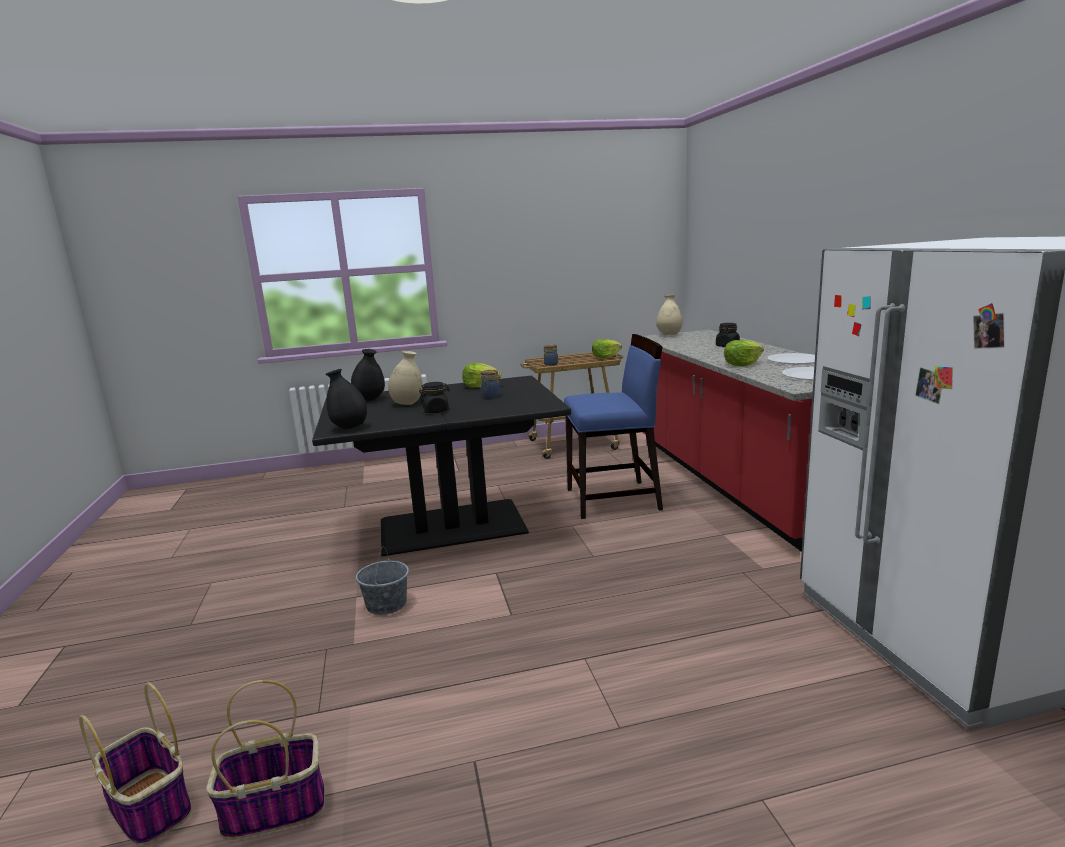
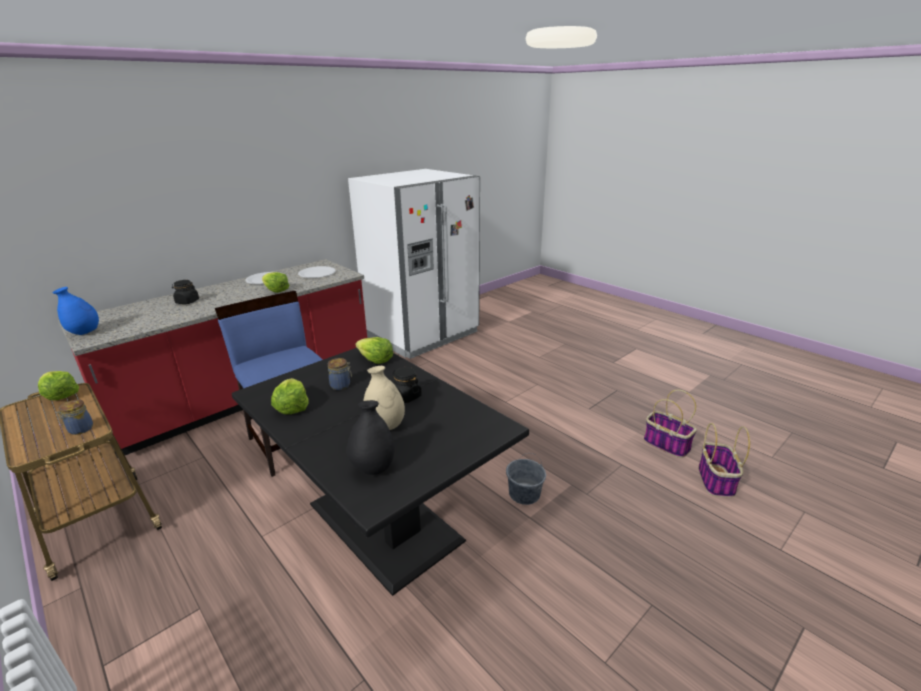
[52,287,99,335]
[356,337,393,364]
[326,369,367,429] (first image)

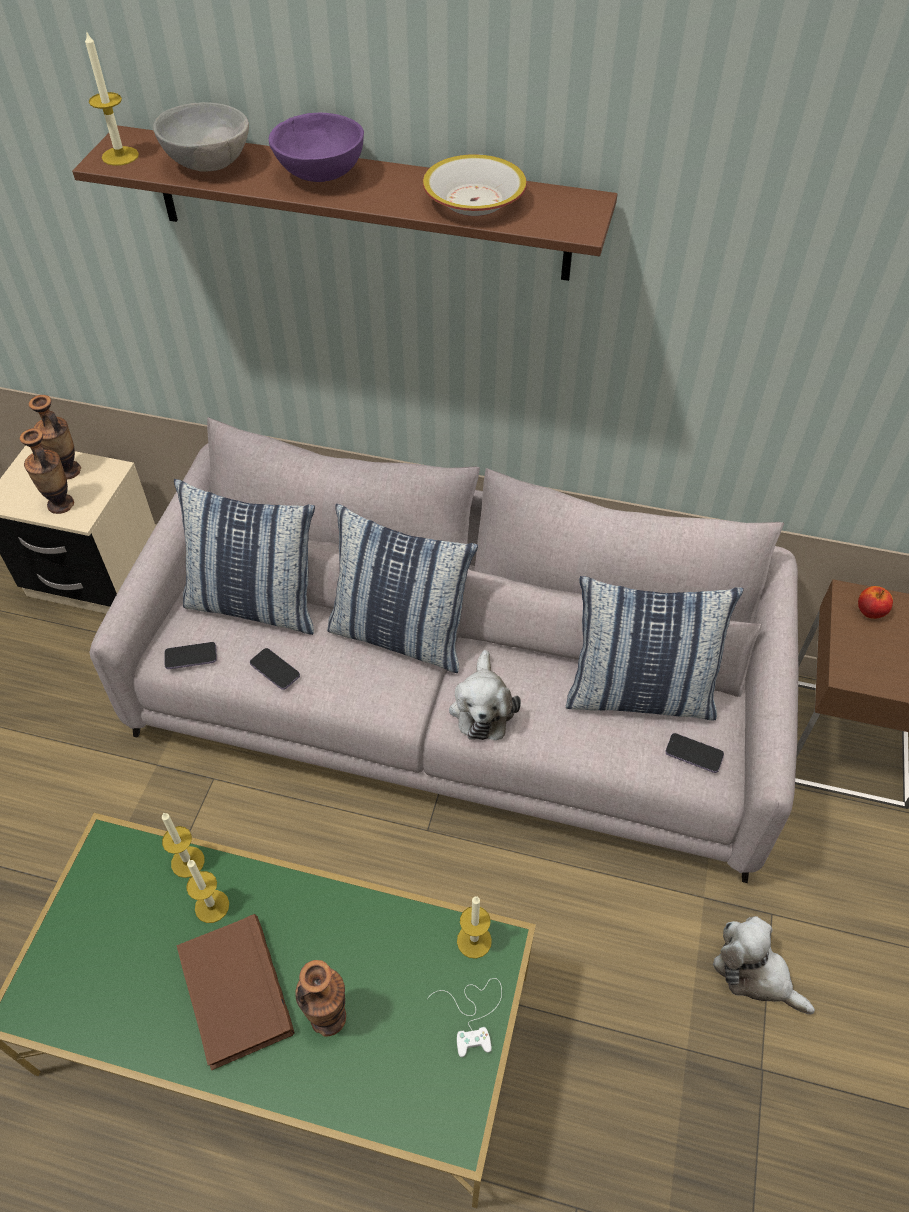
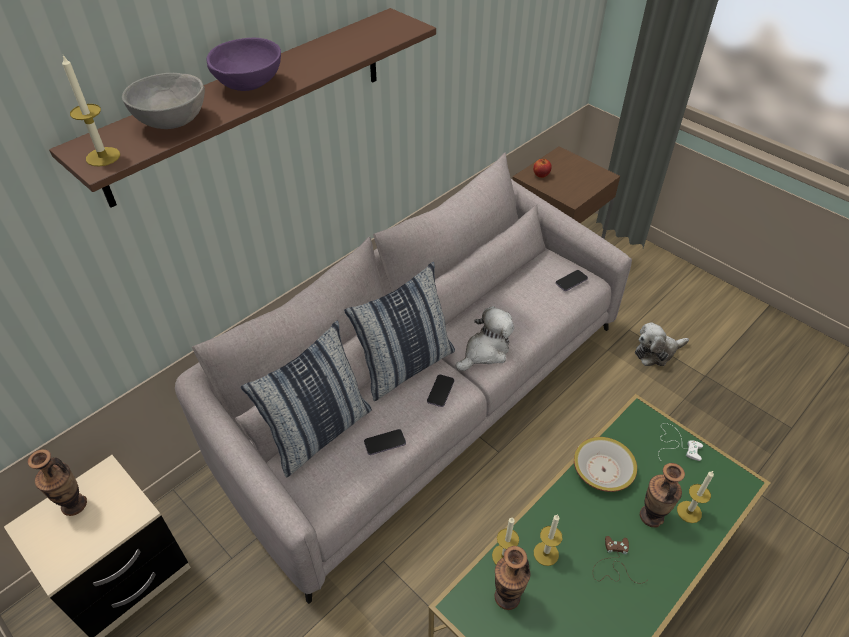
[427,374,454,407]
[455,306,514,371]
[495,546,530,610]
[574,437,637,492]
[593,536,646,583]
[677,471,714,523]
[566,576,744,720] (first image)

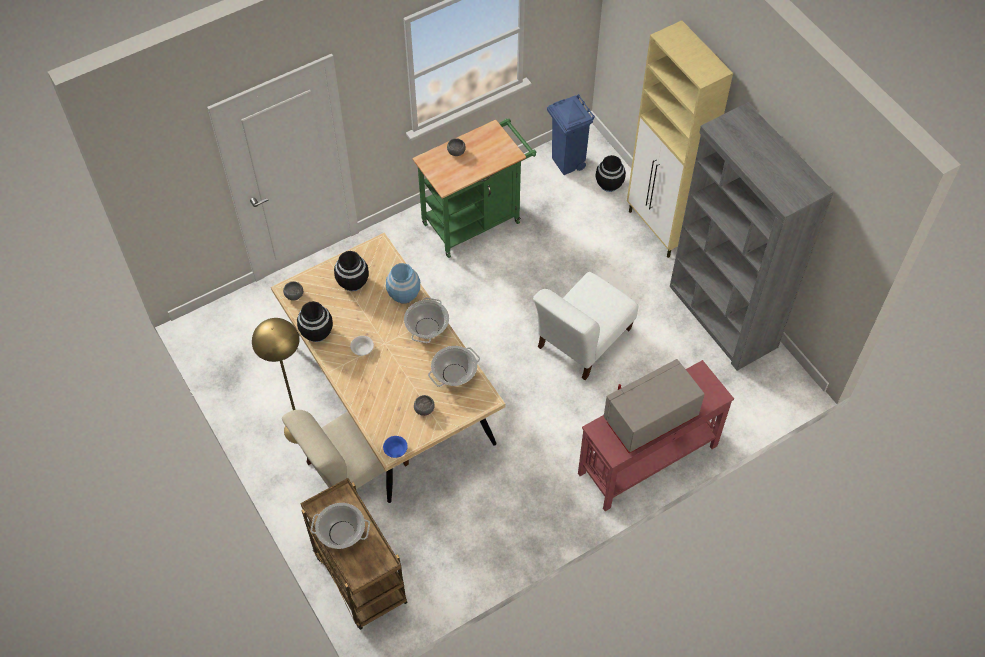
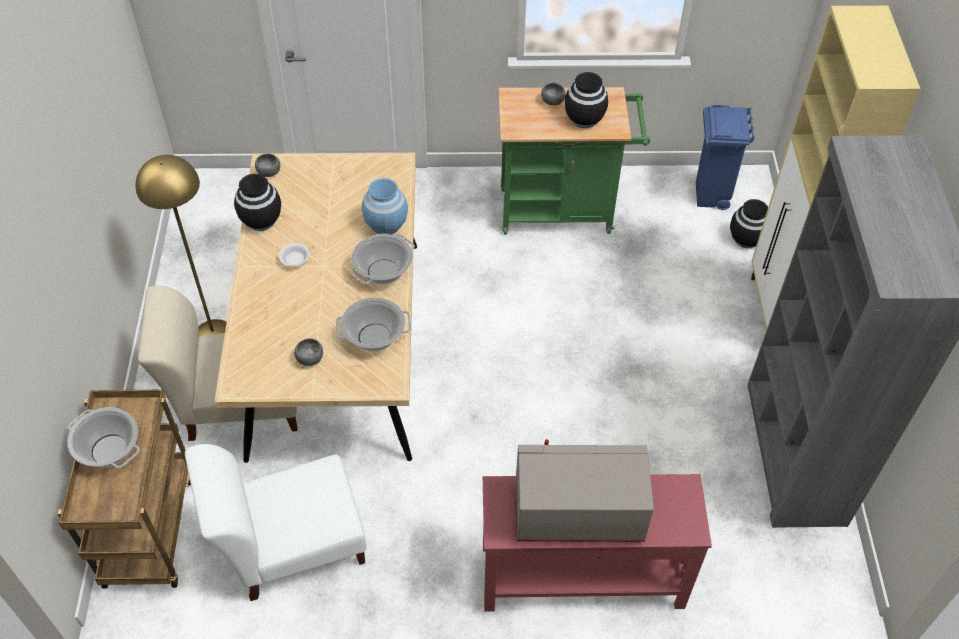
[185,444,367,601]
[565,72,608,128]
[383,436,408,458] (first image)

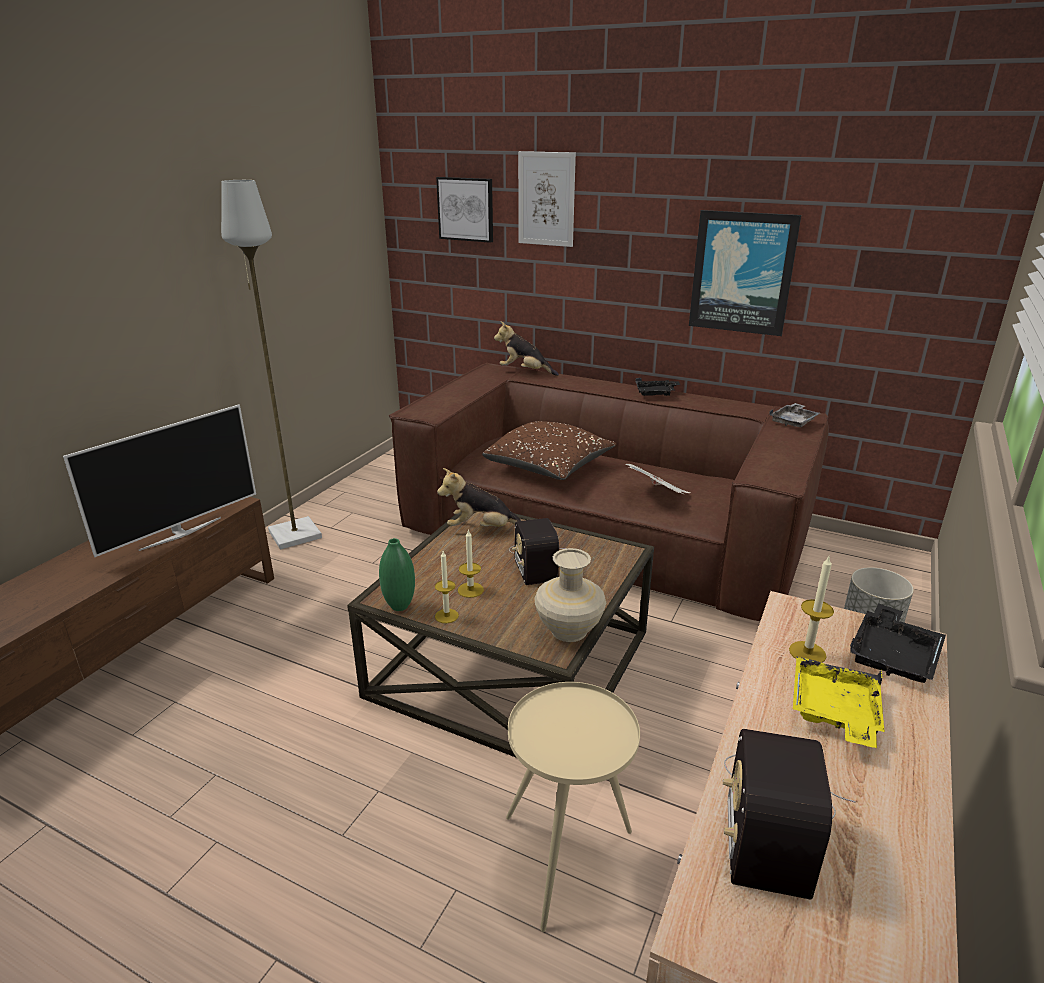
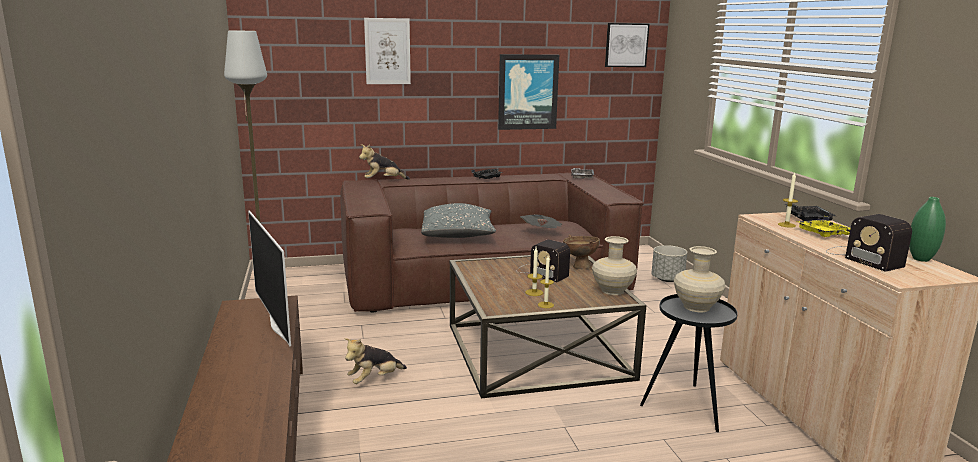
[248,210,291,346]
[344,338,407,384]
[421,203,496,238]
[563,235,600,269]
[605,23,650,67]
[640,294,738,432]
[674,246,726,312]
[909,197,946,262]

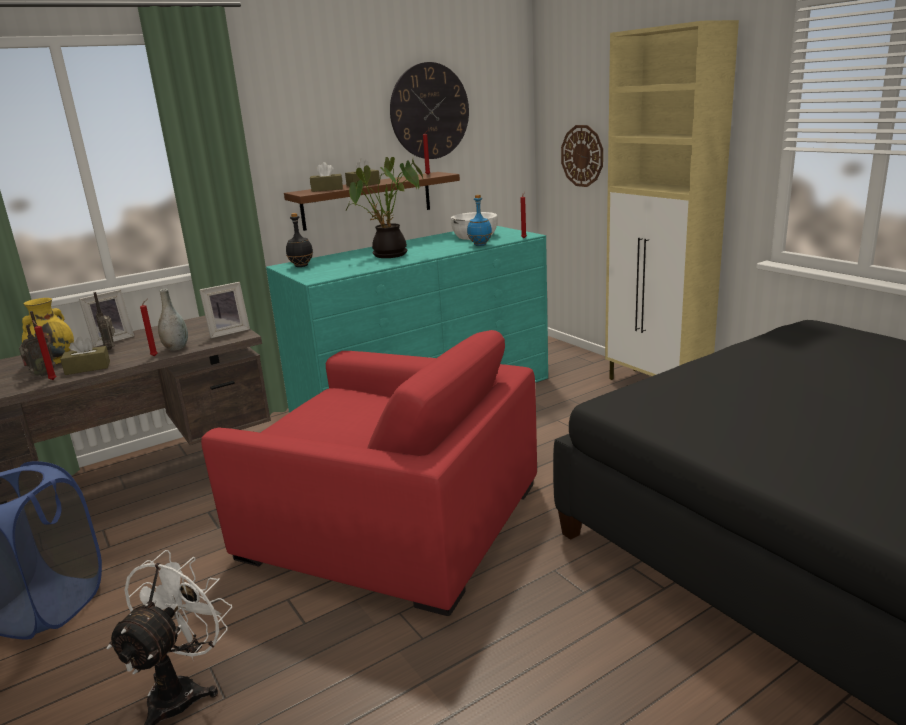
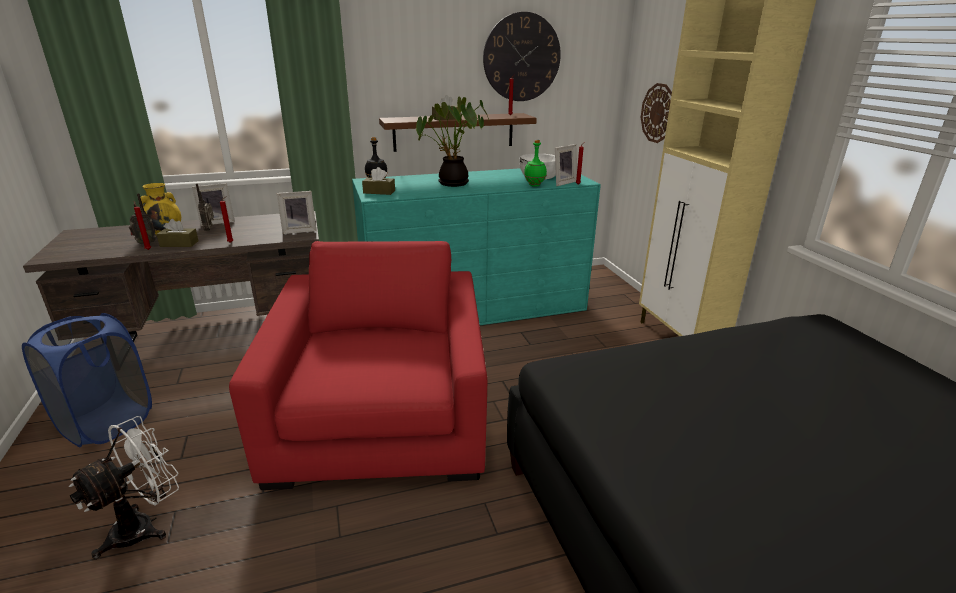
[229,241,487,490]
[362,167,395,195]
[524,140,547,187]
[555,144,577,186]
[158,289,188,350] (first image)

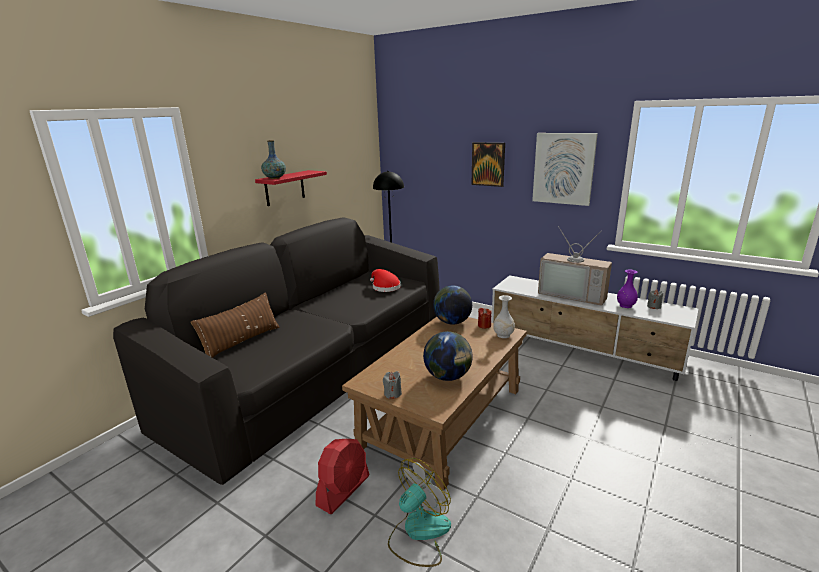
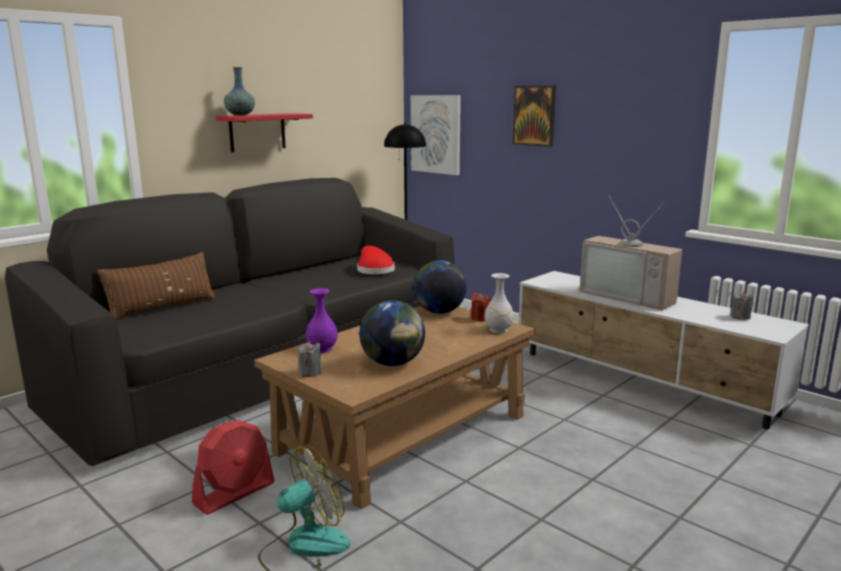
[306,288,337,353]
[411,95,461,175]

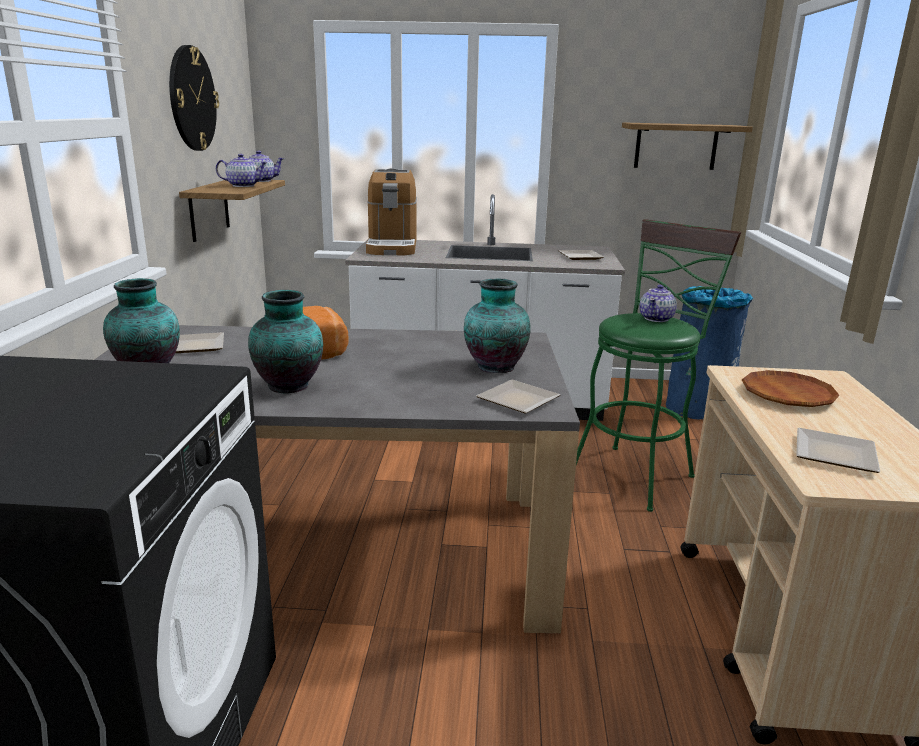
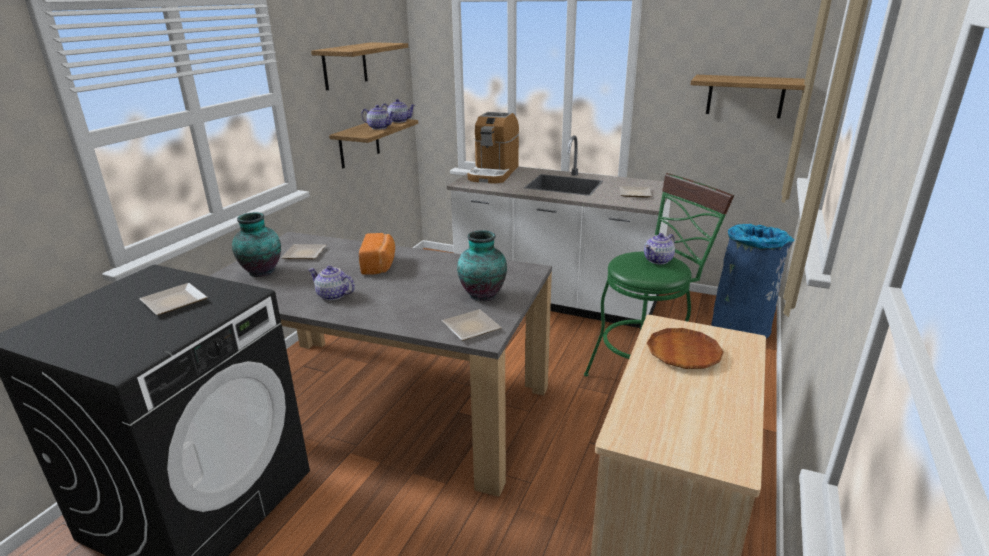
[140,283,208,315]
[308,266,355,301]
[311,42,408,90]

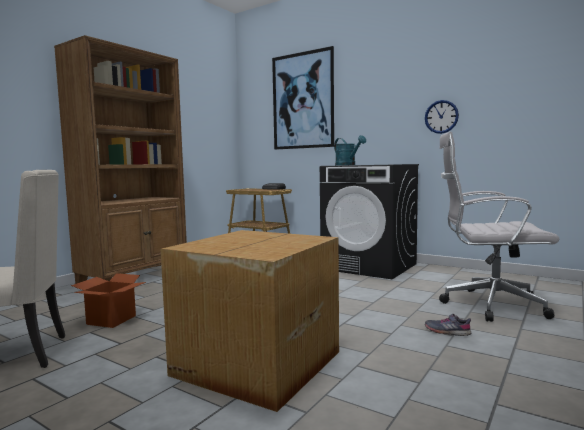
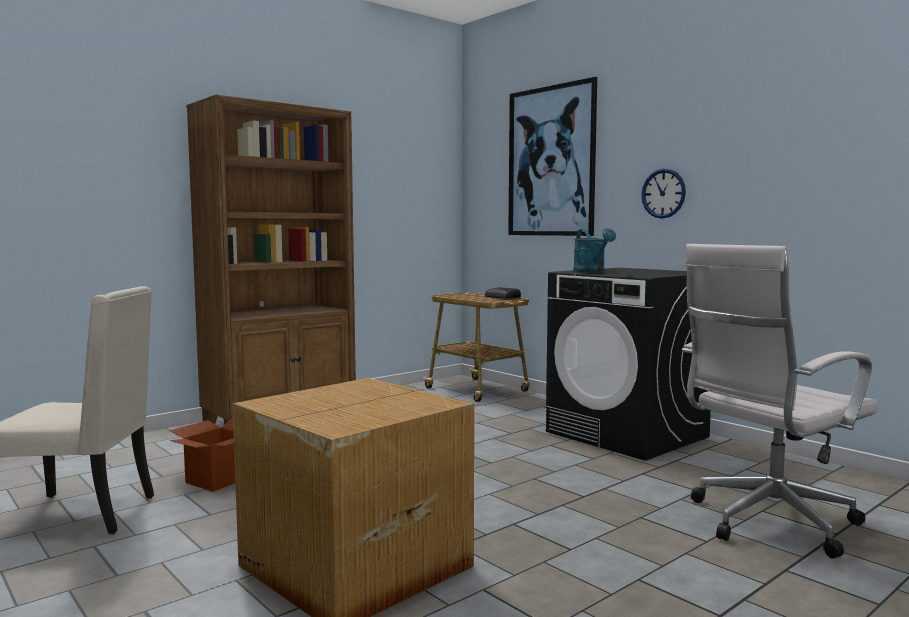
[641,168,686,219]
[682,244,879,558]
[425,314,471,336] (first image)

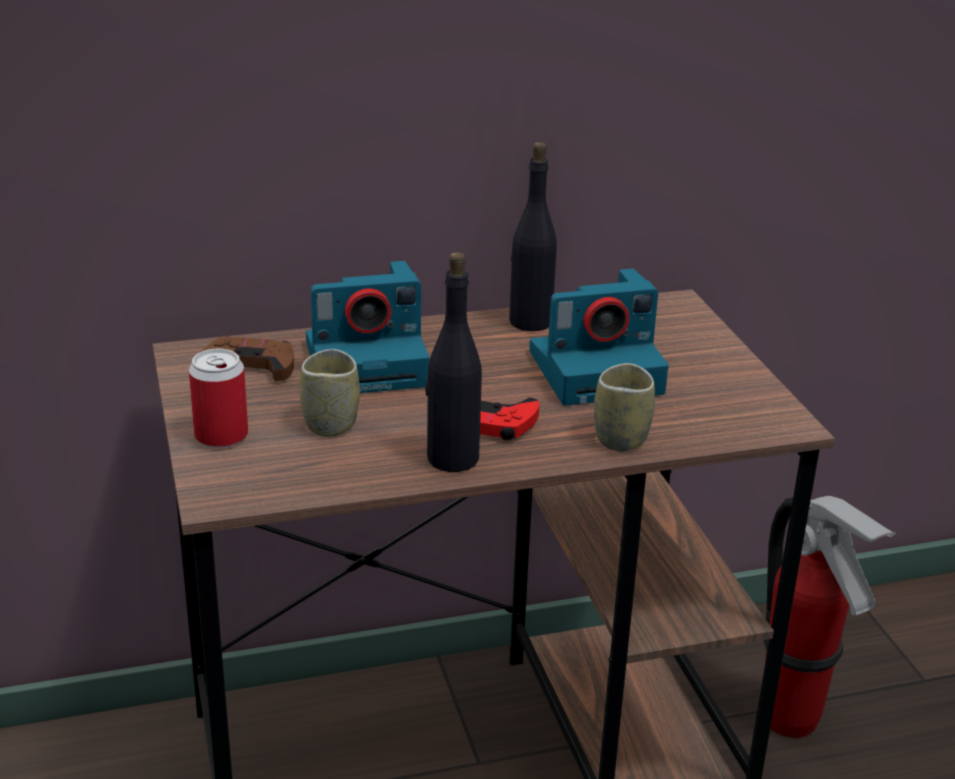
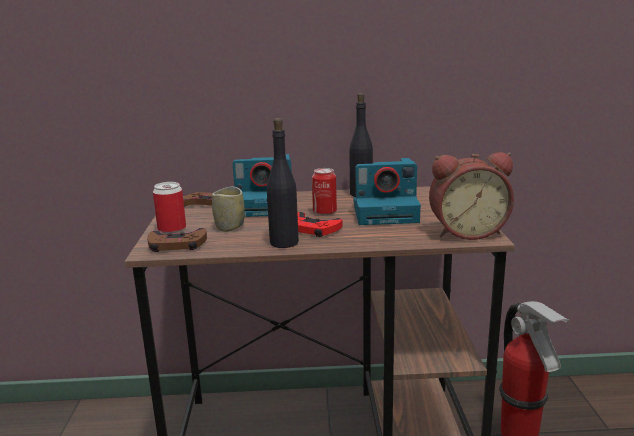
[147,228,207,252]
[312,168,337,215]
[429,152,514,240]
[594,363,655,452] (first image)

